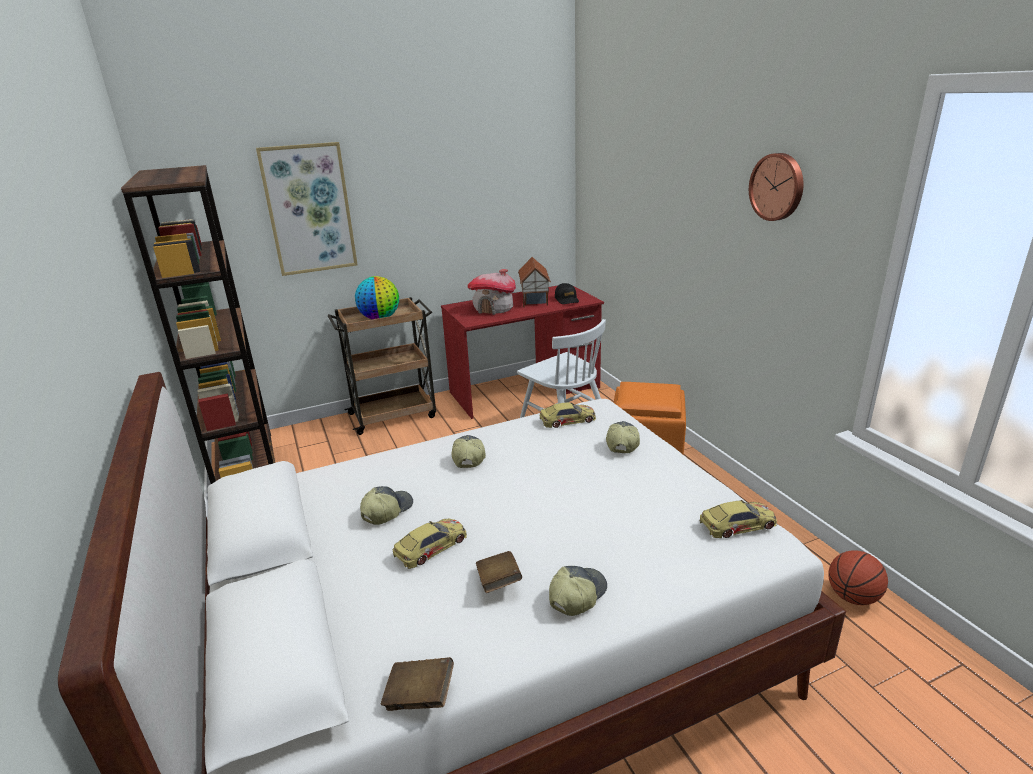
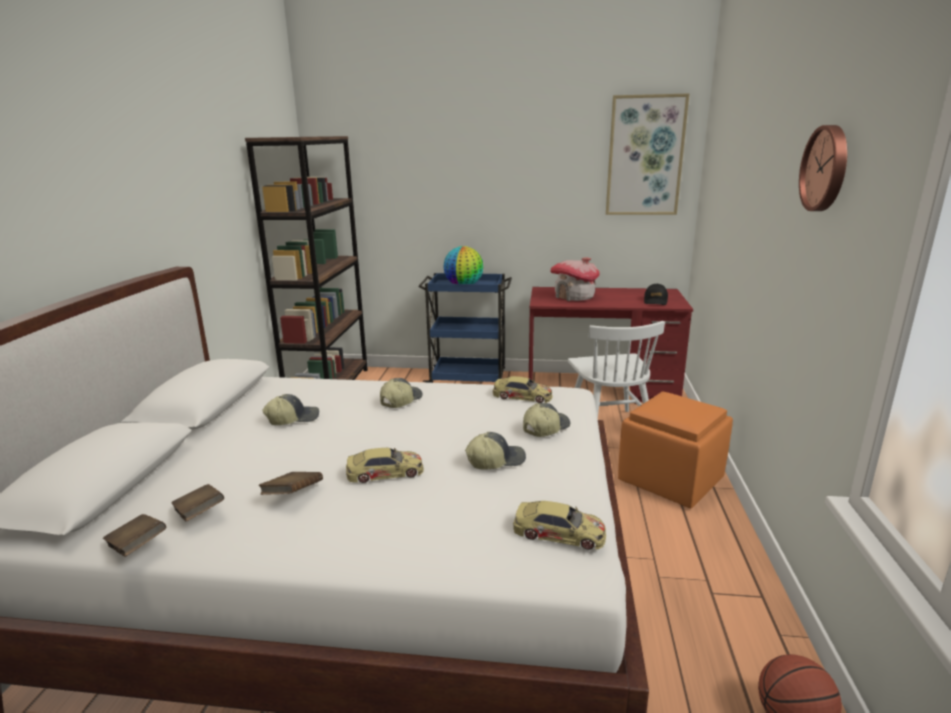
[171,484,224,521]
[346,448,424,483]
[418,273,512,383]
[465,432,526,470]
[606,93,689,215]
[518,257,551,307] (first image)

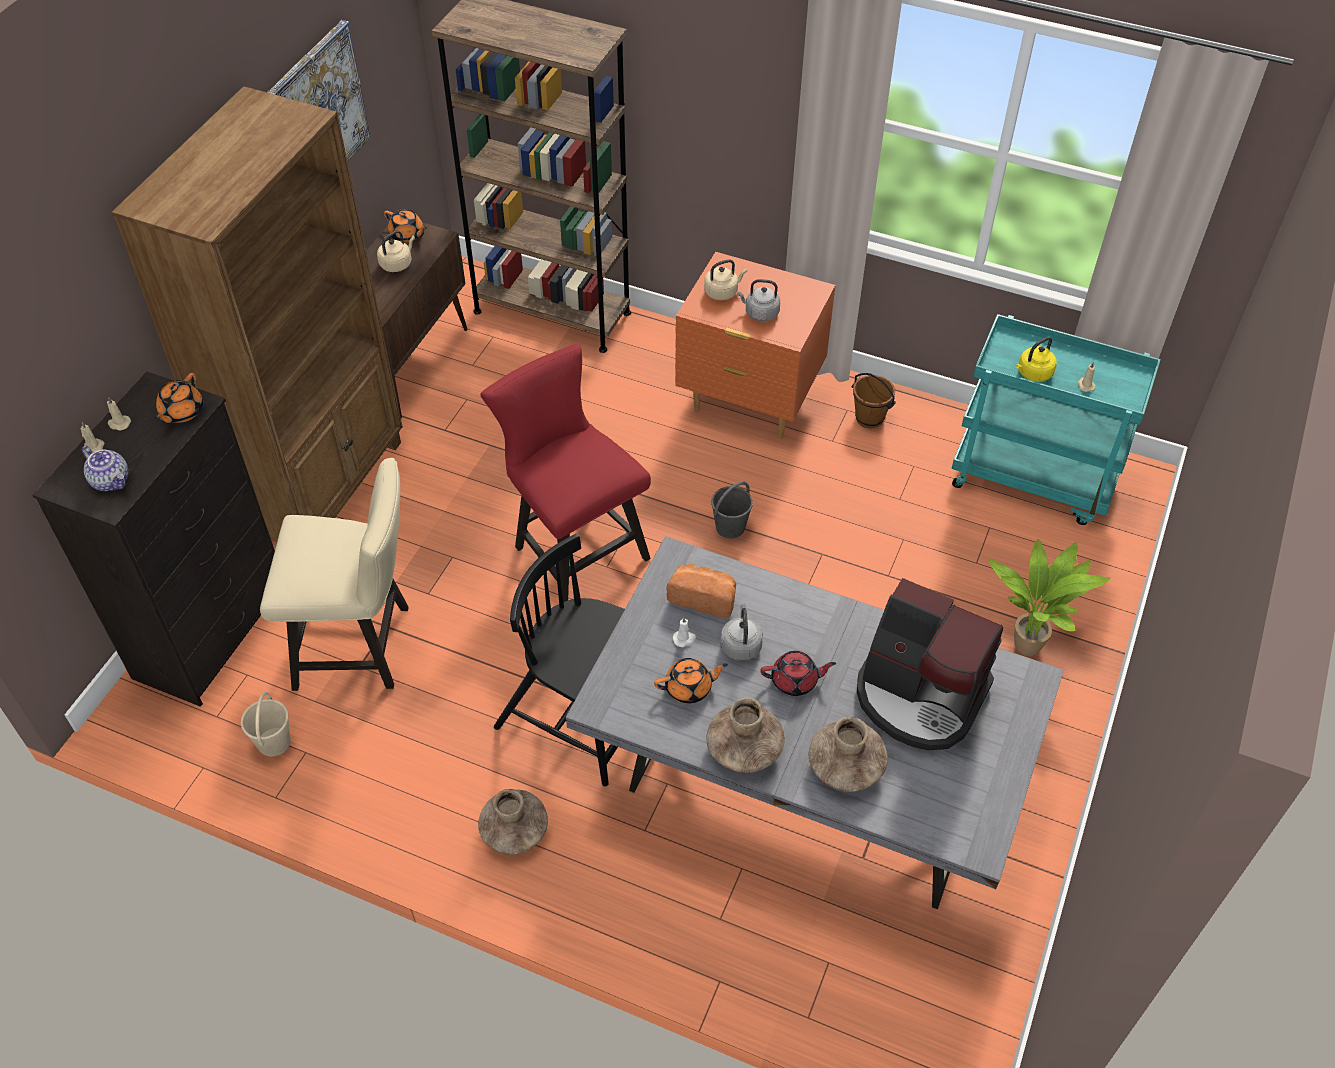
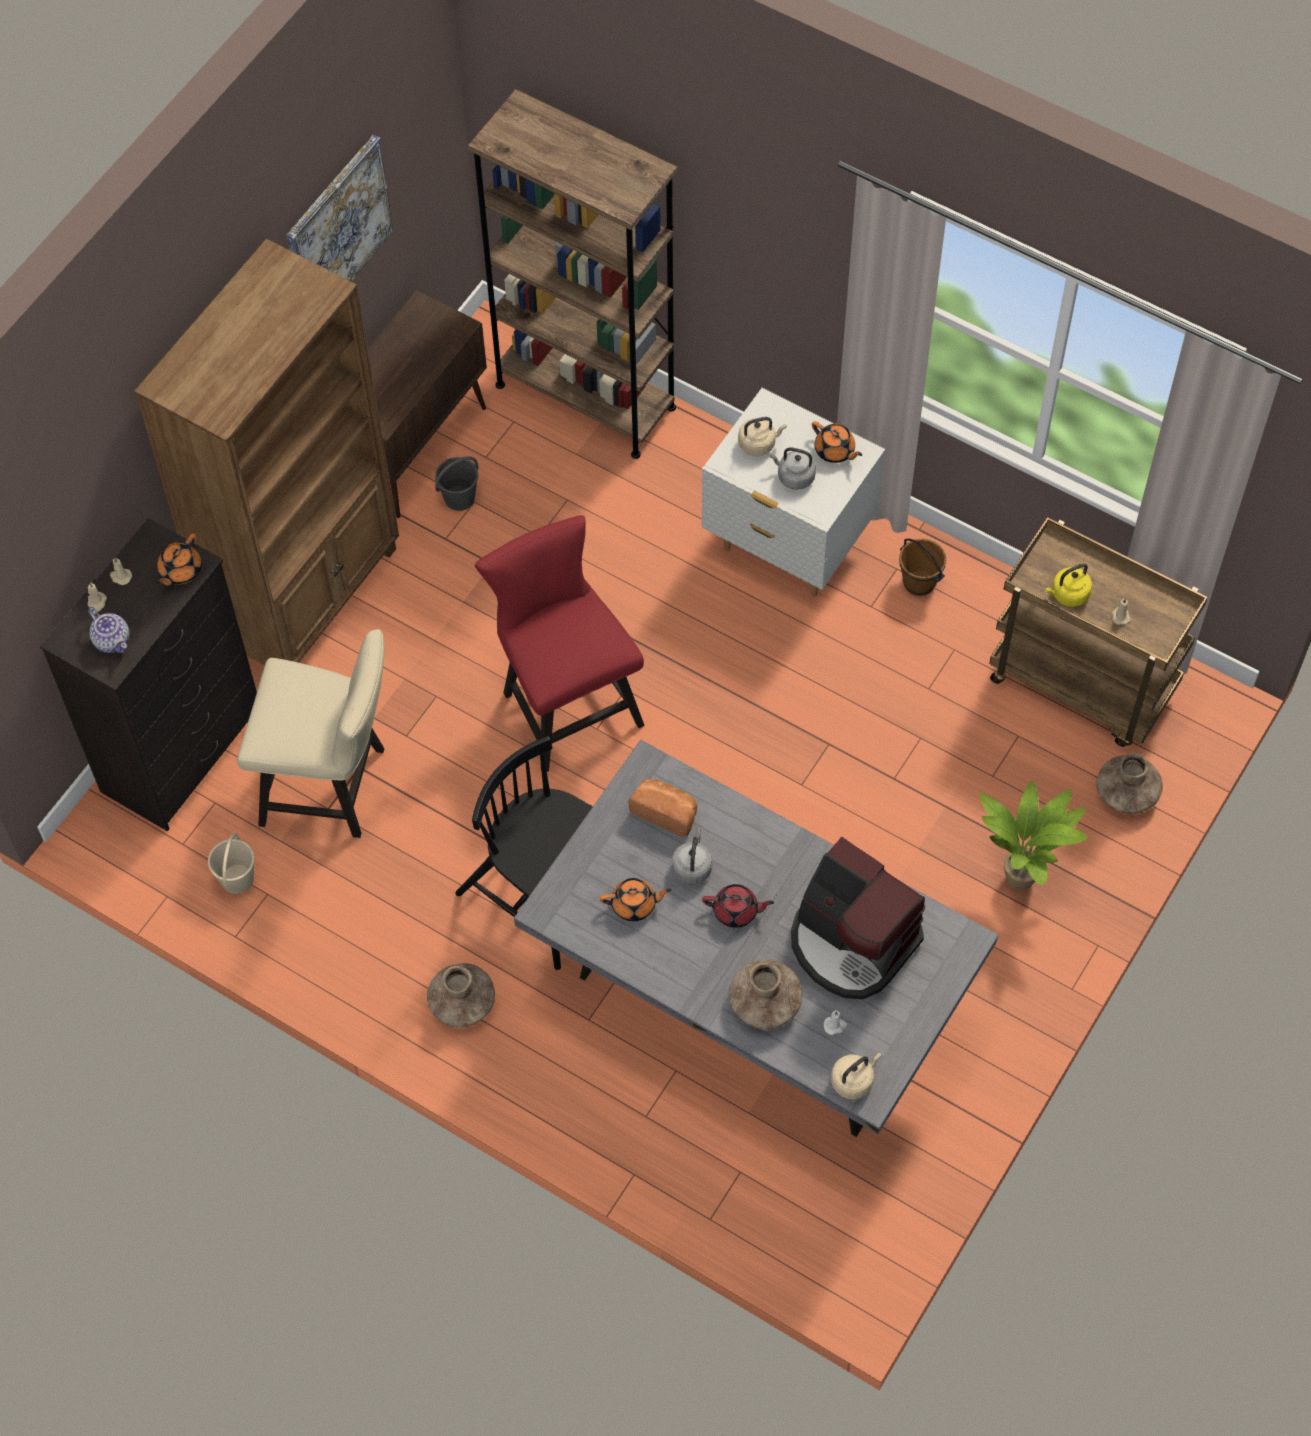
[435,456,479,511]
[702,388,885,596]
[812,421,862,463]
[823,1010,847,1035]
[831,1053,882,1099]
[989,517,1208,747]
[1097,753,1163,814]

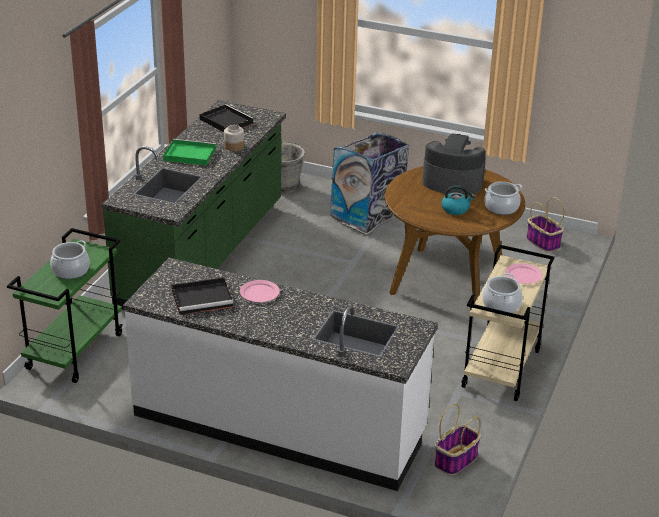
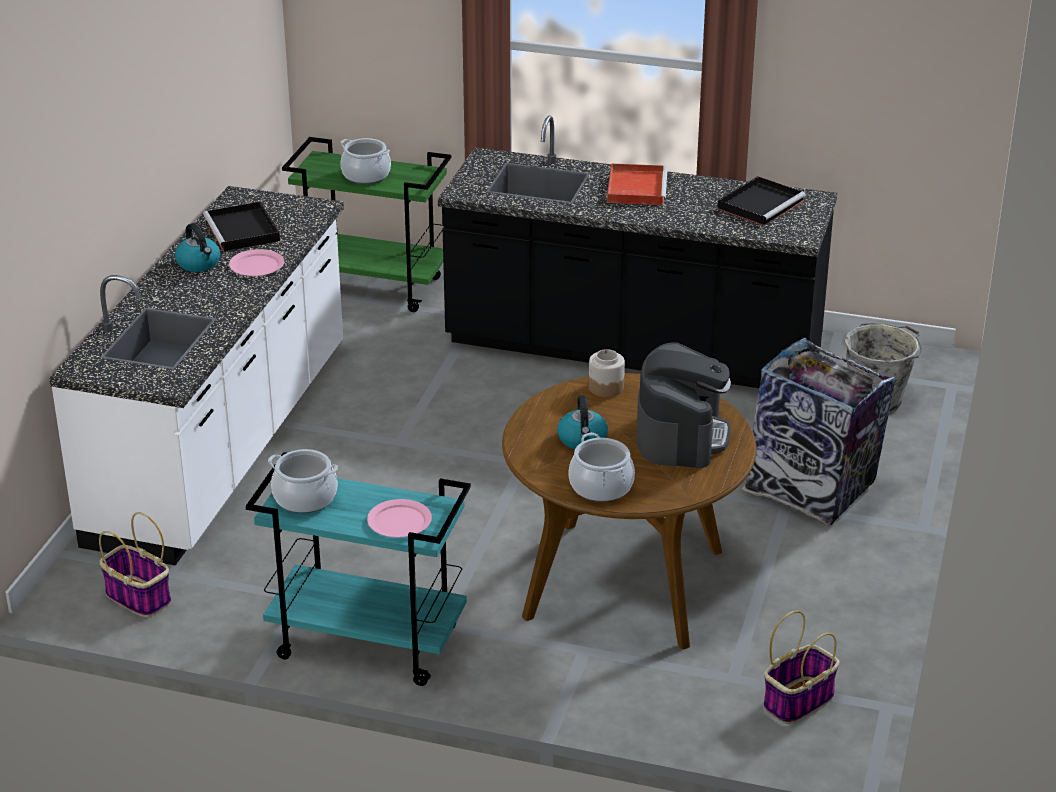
[175,223,220,272]
[246,452,471,686]
[438,115,837,388]
[589,349,625,397]
[607,164,668,205]

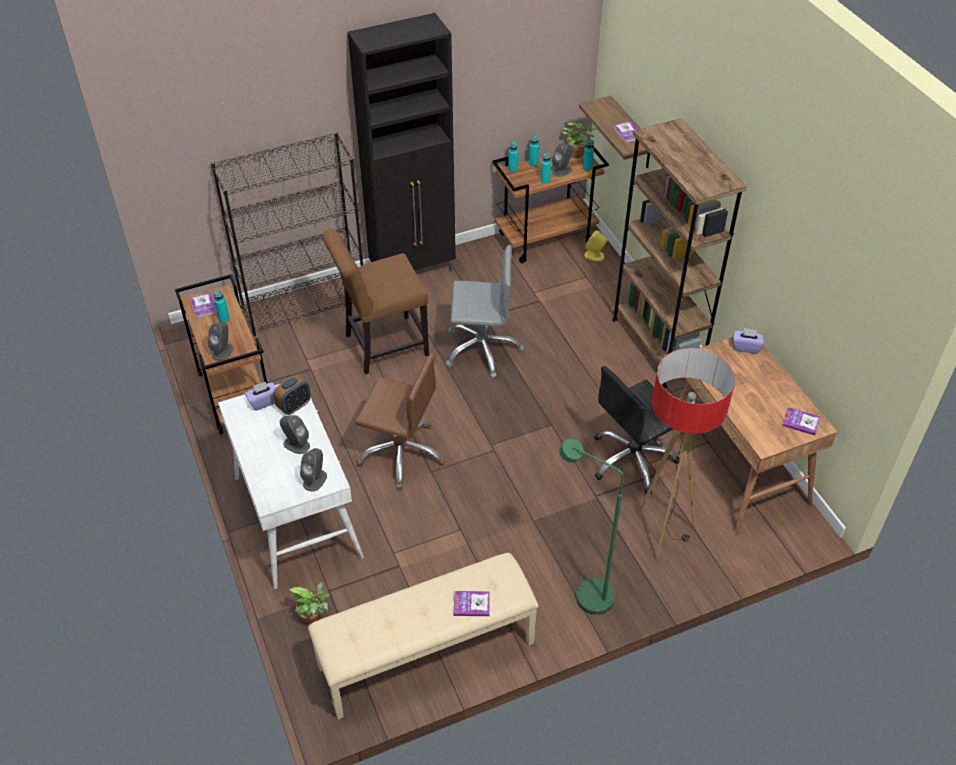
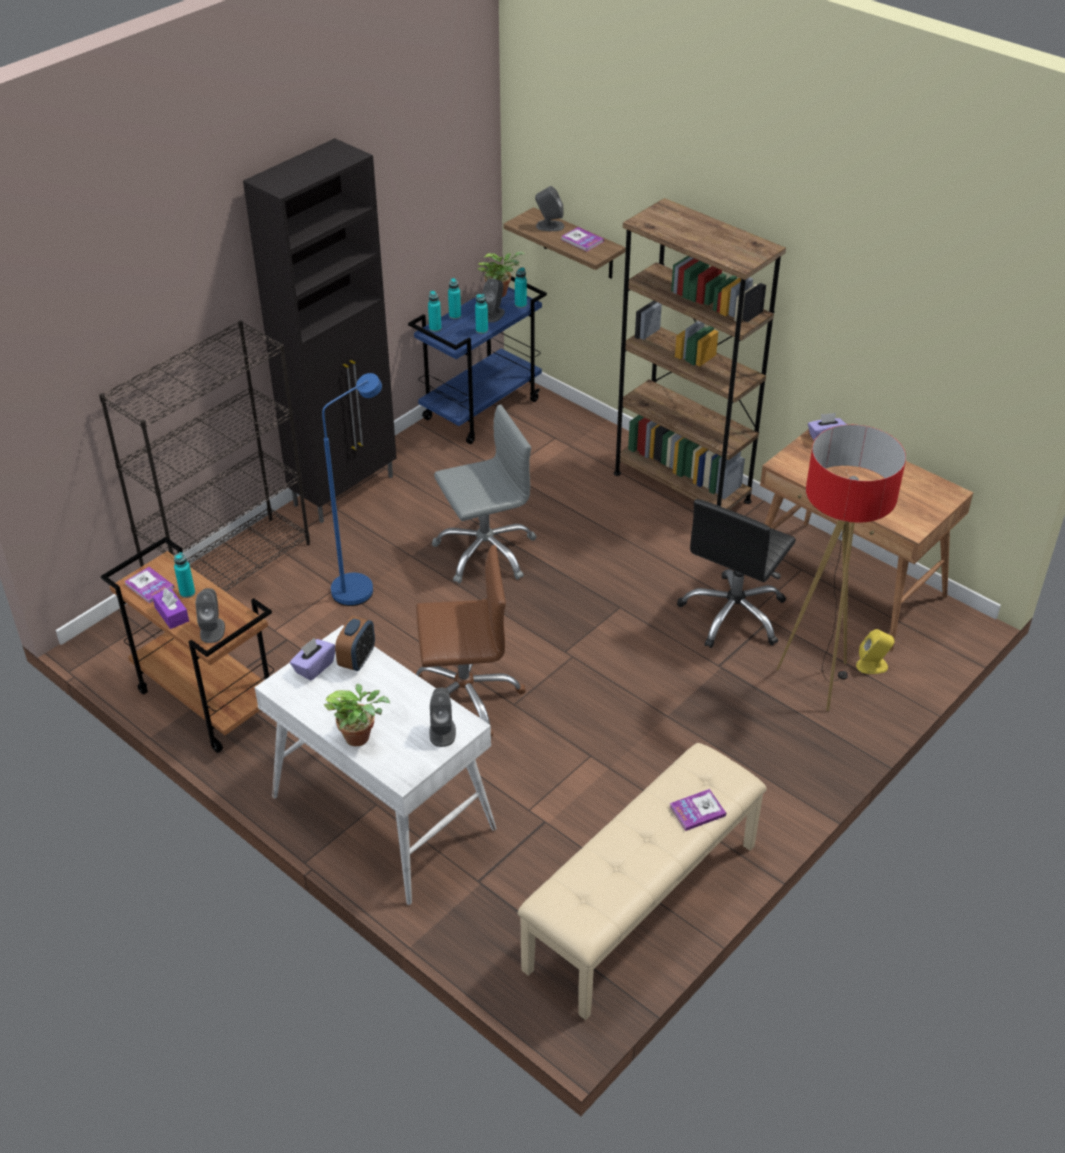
[152,588,189,629]
[322,373,382,606]
[324,683,390,746]
[408,276,547,444]
[535,186,564,231]
[856,629,895,674]
[559,439,624,614] (first image)
[782,407,821,436] (first image)

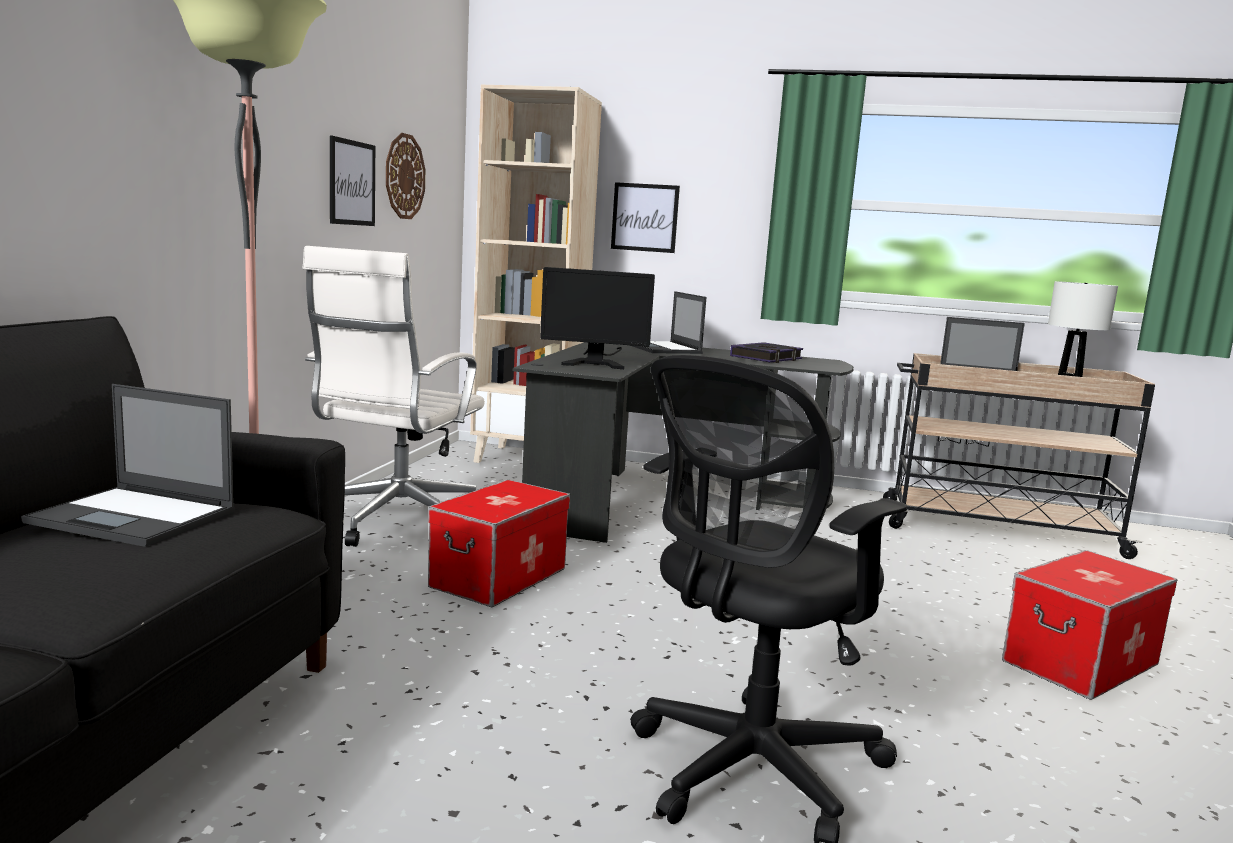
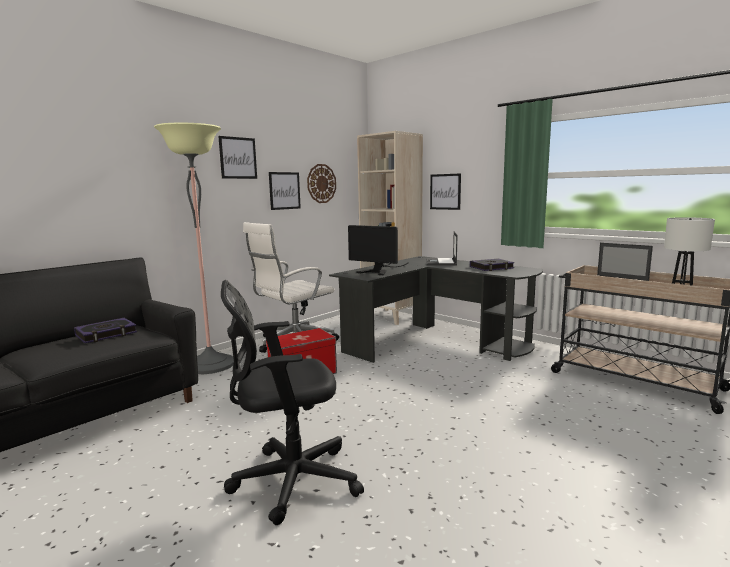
[74,318,137,343]
[218,136,257,179]
[1002,550,1178,700] (first image)

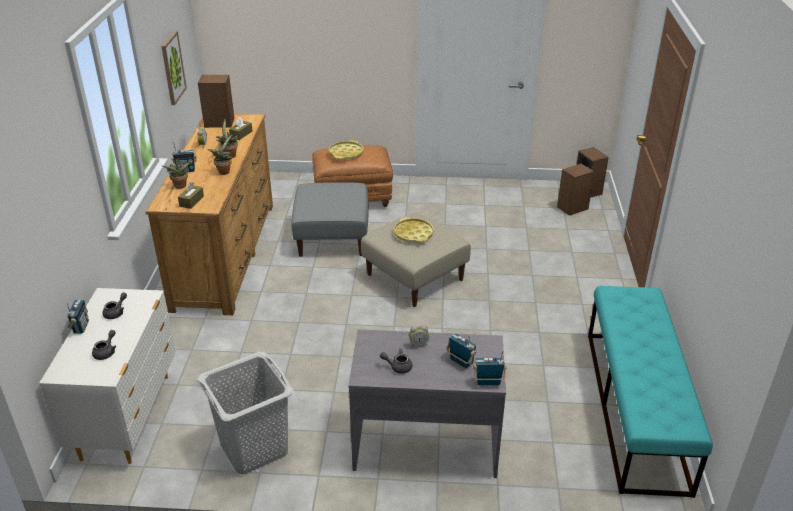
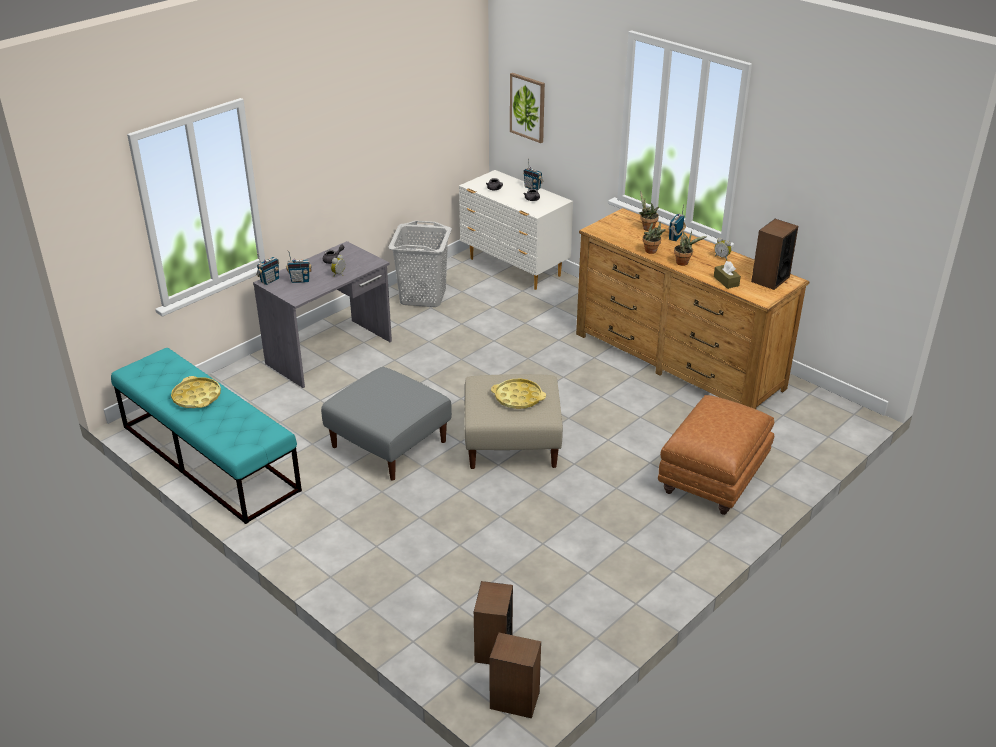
[171,376,221,408]
[321,367,452,480]
[510,73,545,143]
[178,182,204,209] (first image)

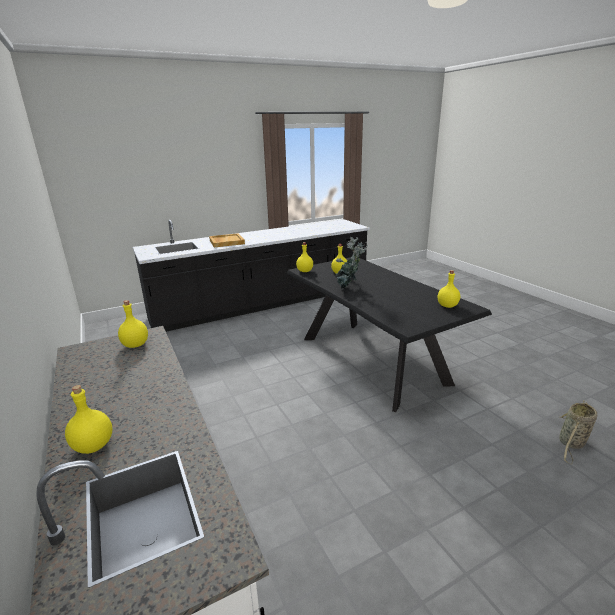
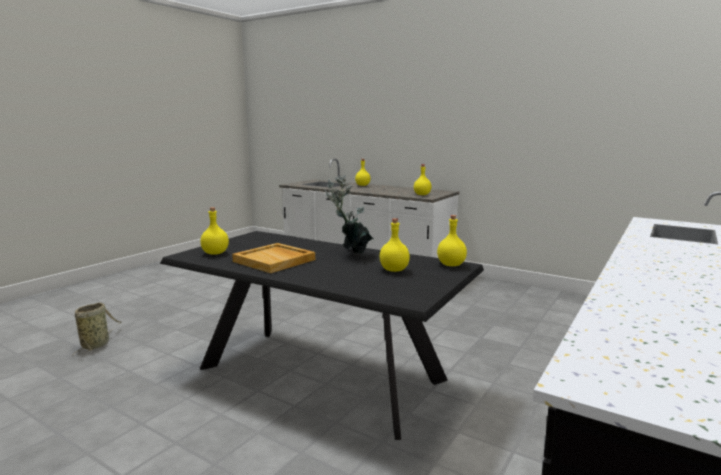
[232,243,315,273]

